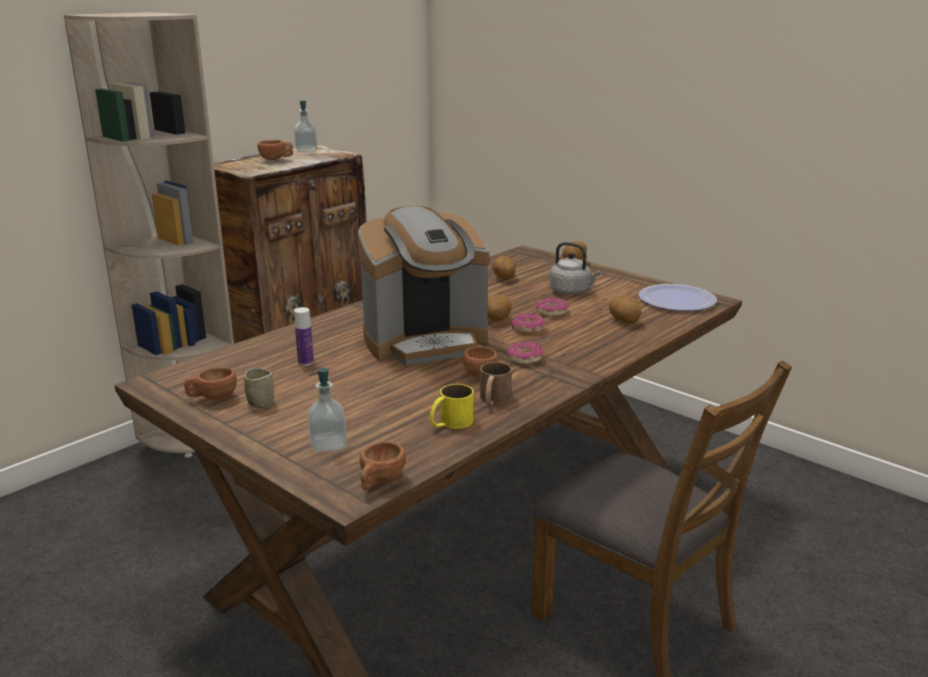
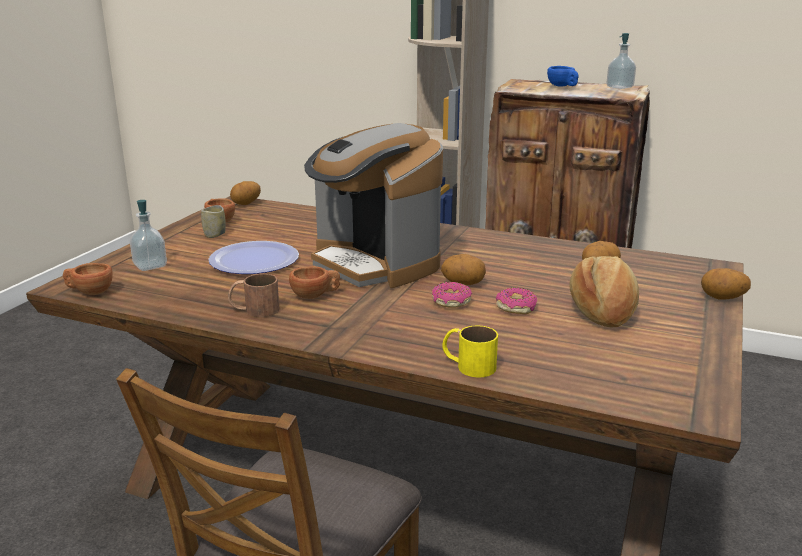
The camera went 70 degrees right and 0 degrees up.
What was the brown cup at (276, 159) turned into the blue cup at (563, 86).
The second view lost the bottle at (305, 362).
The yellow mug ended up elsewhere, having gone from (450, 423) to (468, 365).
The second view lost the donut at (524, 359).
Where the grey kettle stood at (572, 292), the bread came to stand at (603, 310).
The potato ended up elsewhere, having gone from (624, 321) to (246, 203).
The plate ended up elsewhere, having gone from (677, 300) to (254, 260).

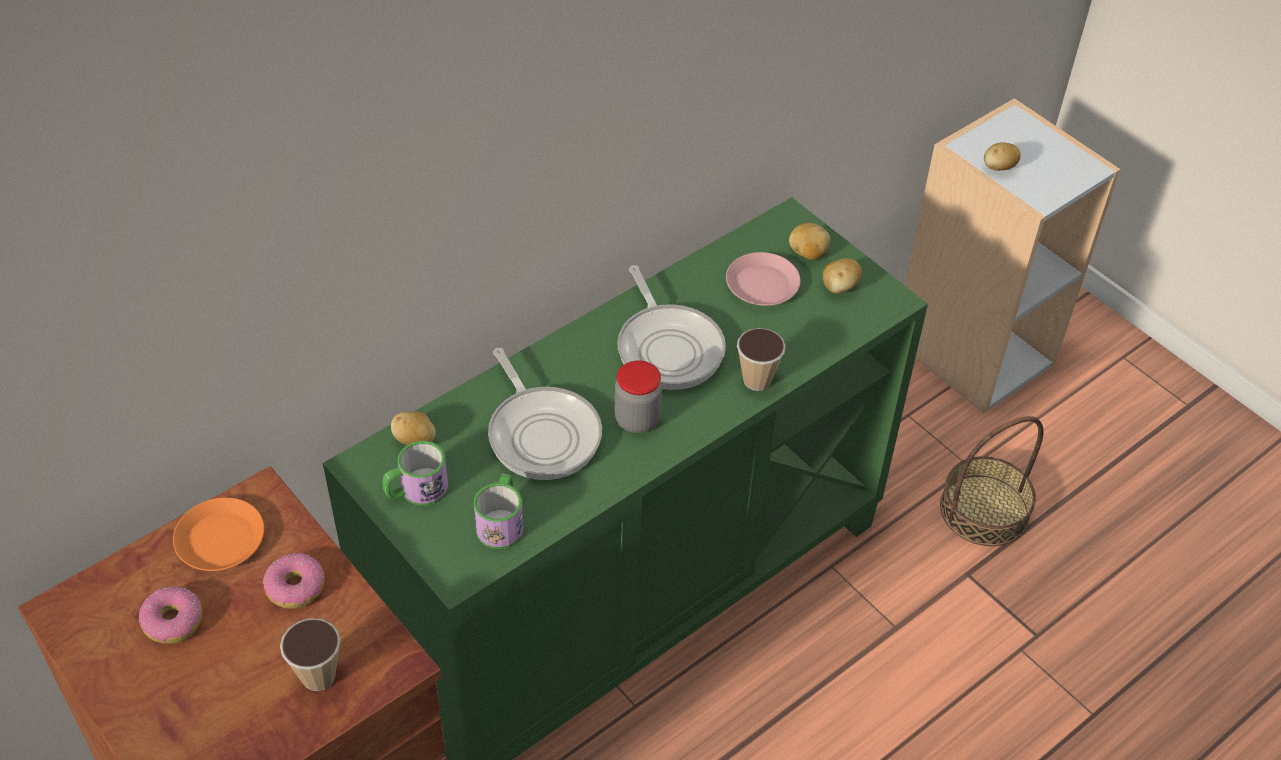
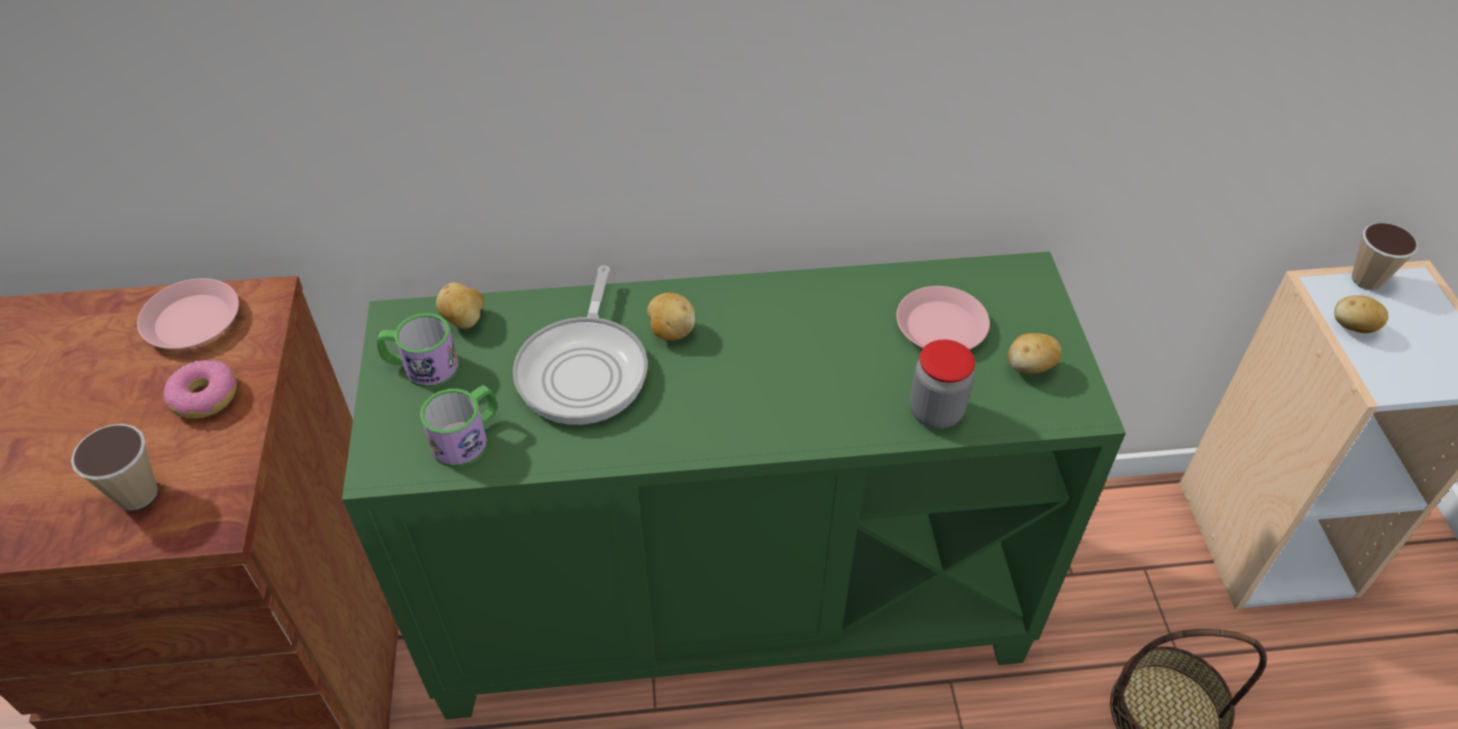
The camera went 35 degrees right and 0 degrees up.
The second view lost the donut at (172, 621).
What was the orange plate at (220, 540) turned into the pink plate at (192, 321).
The jar ended up elsewhere, having gone from (637, 419) to (936, 412).
The second view lost the frying pan at (668, 347).
The cup ended up elsewhere, having gone from (757, 380) to (1366, 280).
The potato ended up elsewhere, having gone from (807, 253) to (671, 331).

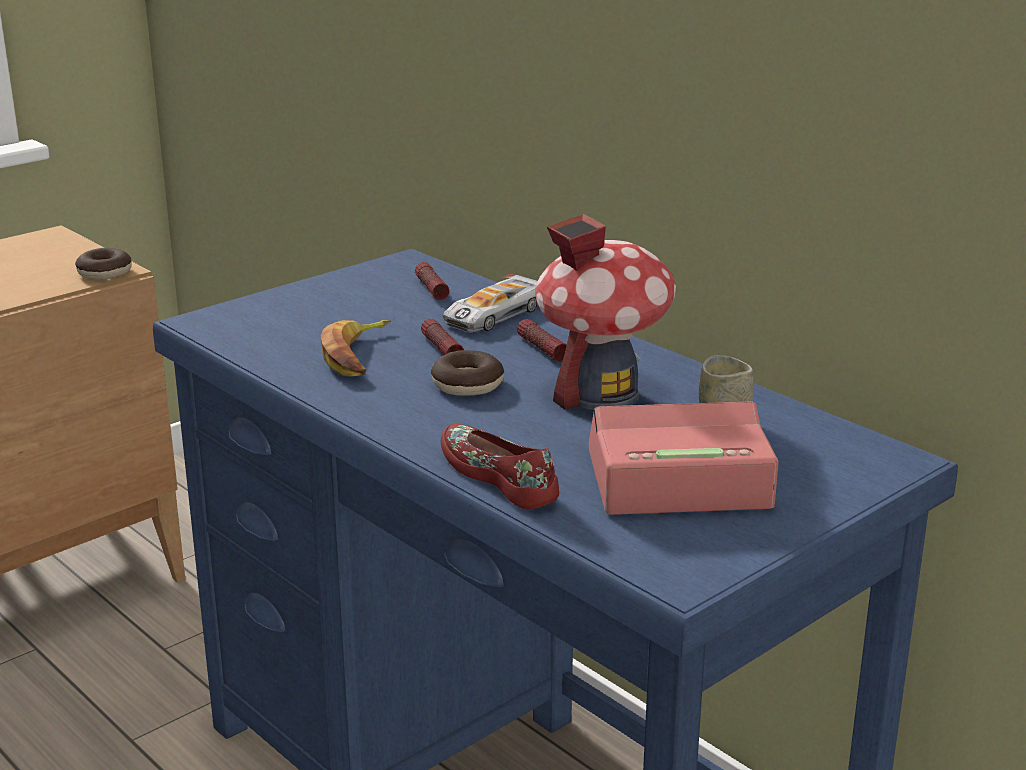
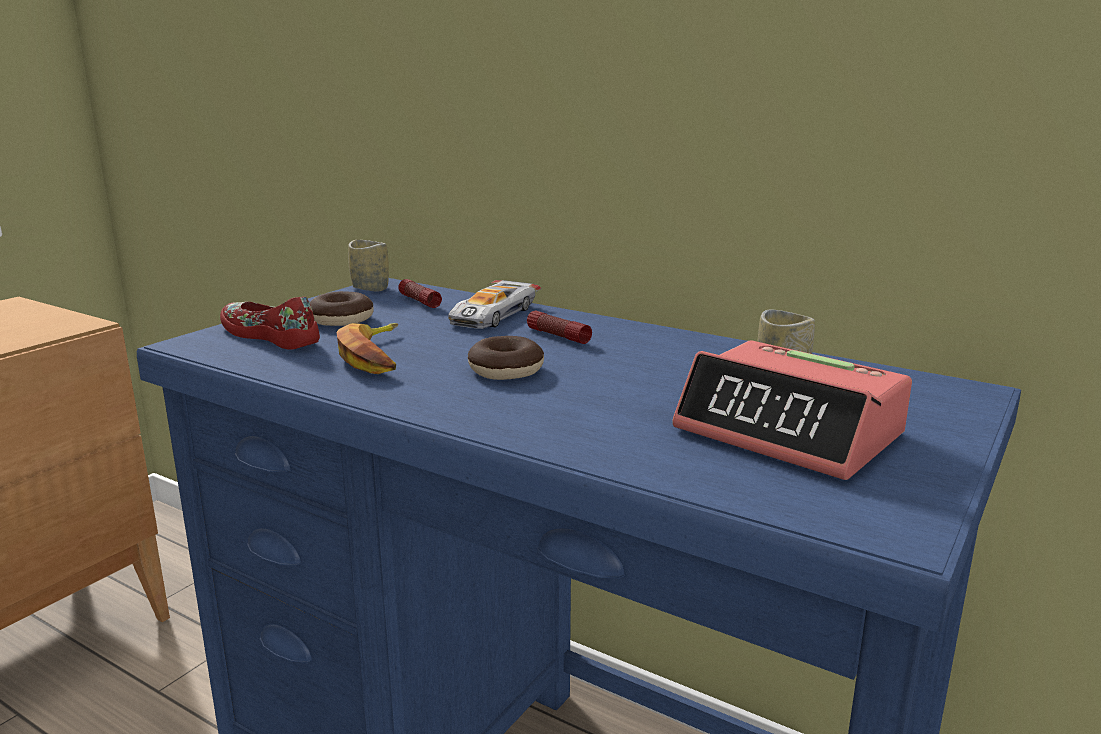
The camera went 15 degrees left and 5 degrees down.
The donut ended up elsewhere, having gone from (104, 273) to (341, 319).
The second view lost the flashlight at (441, 349).
The red shoe ended up elsewhere, having gone from (499, 477) to (271, 336).
The second view lost the toy house at (602, 394).
The alarm clock at (677, 481) ended up facing another way, 120 degrees counterclockwise from before.
The second view gained the cup at (370, 288).

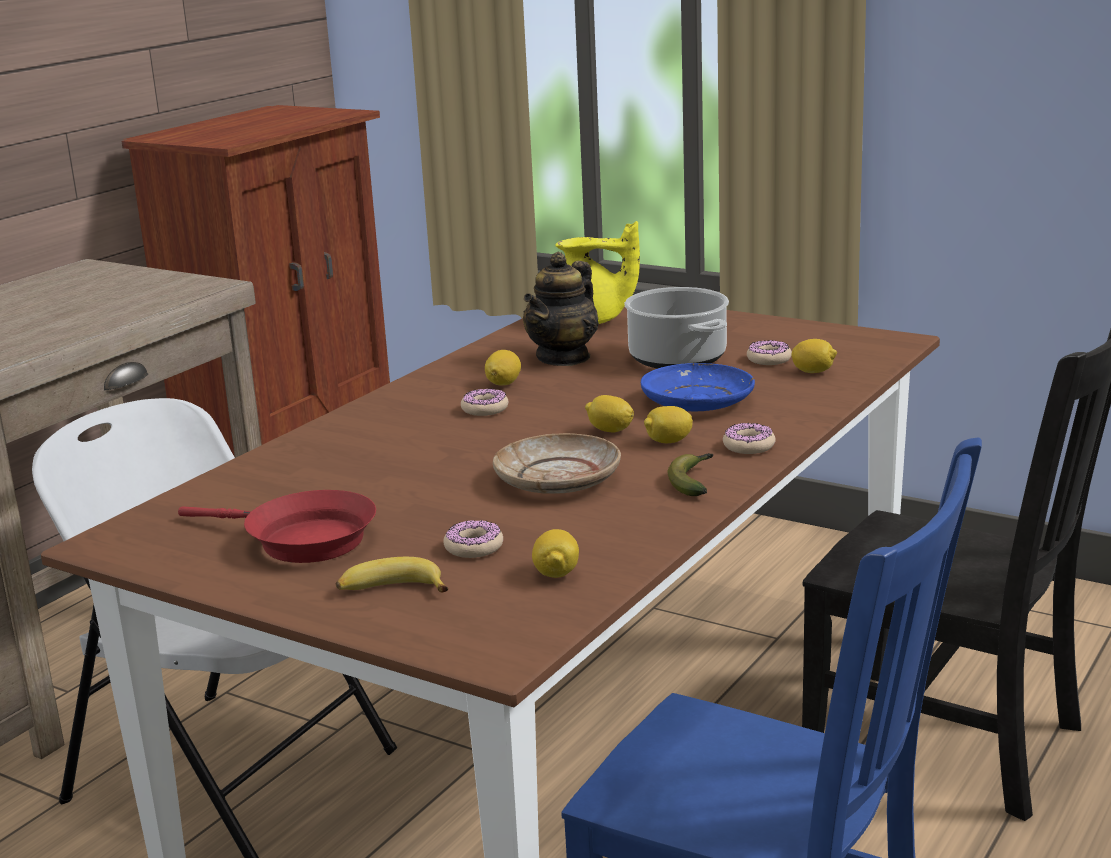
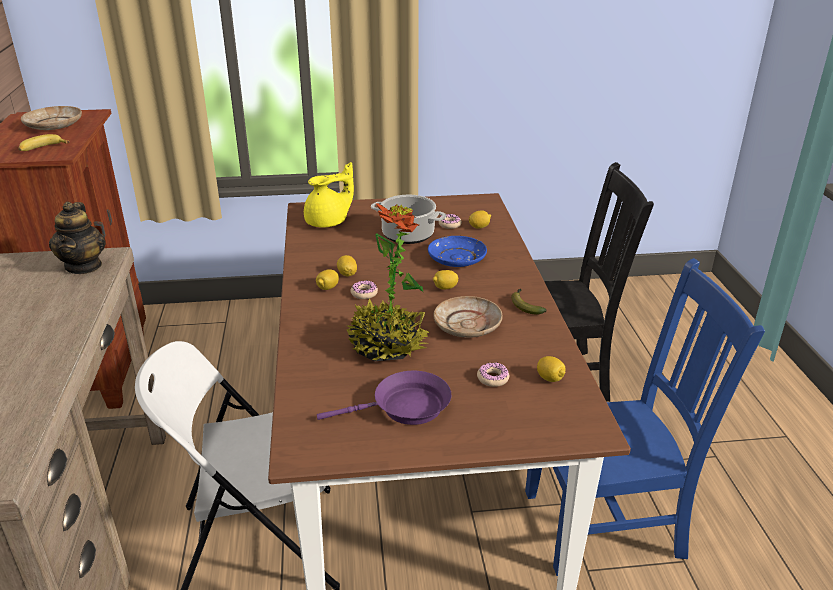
The camera went 40 degrees left and 10 degrees up.
What was the red frying pan at (301, 540) turned into the purple frying pan at (405, 408).
The banana ended up elsewhere, having gone from (391, 590) to (42, 148).
The teapot ended up elsewhere, having gone from (564, 357) to (84, 266).
The lemon ended up elsewhere, having gone from (668, 442) to (327, 288).
The second view lost the donut at (749, 446).
The second view gained the beige plate at (53, 125).
The second view gained the potted plant at (387, 346).

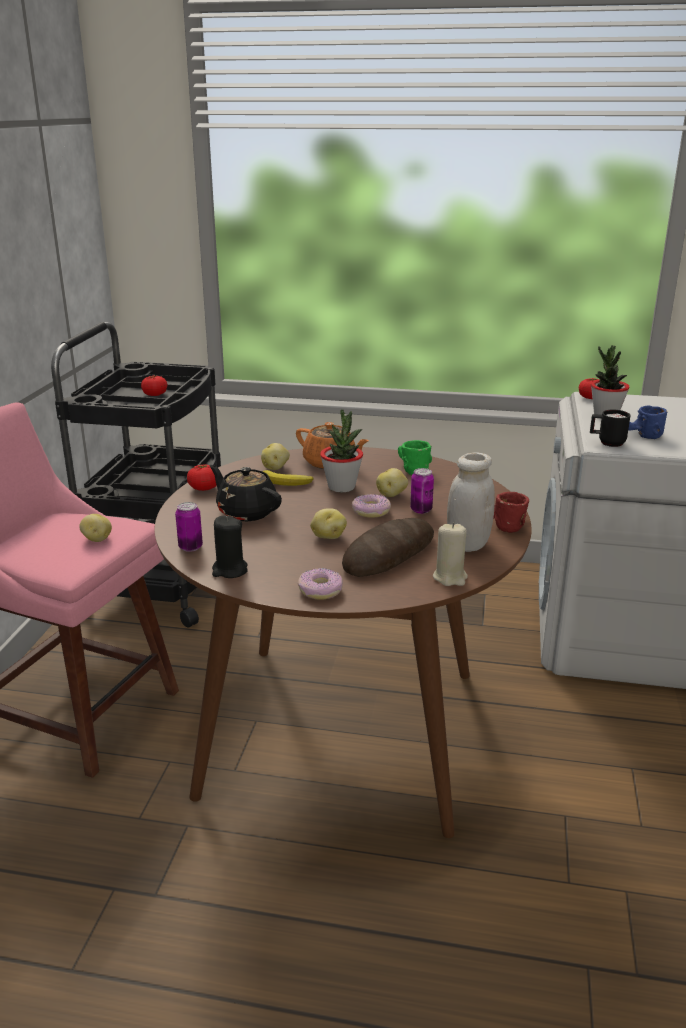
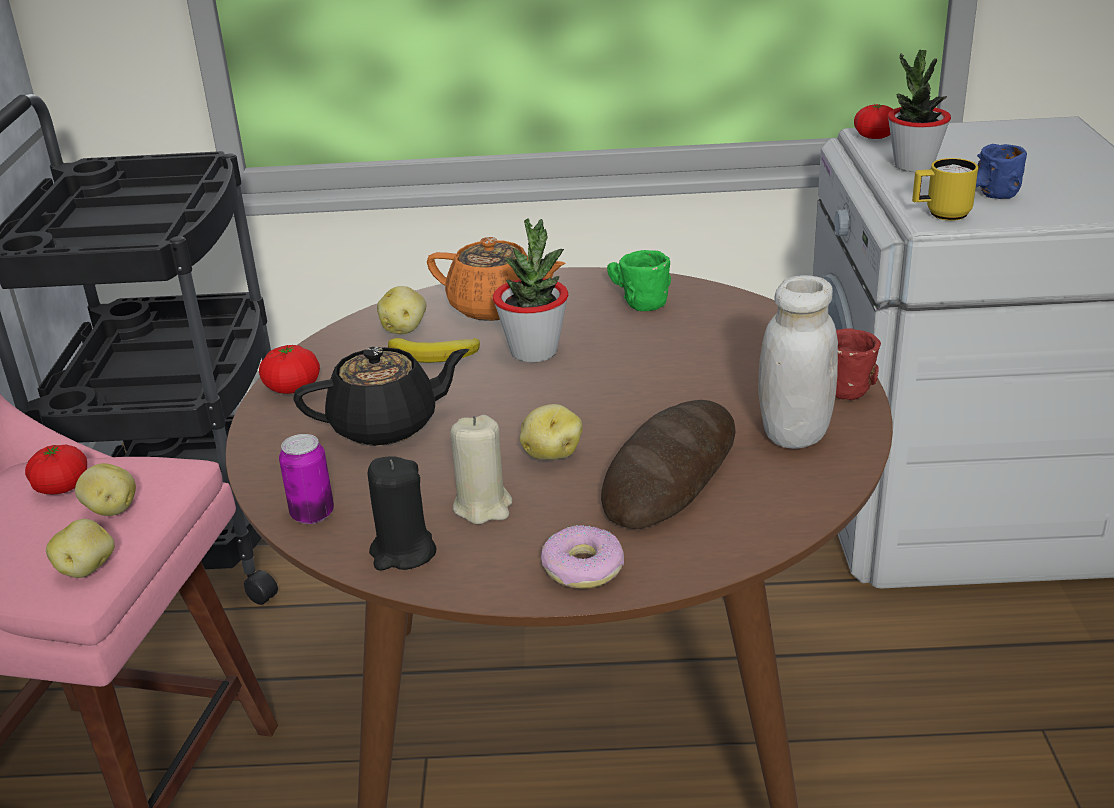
The camera went 10 degrees left and 5 degrees up.
The tomato ended up elsewhere, having gone from (155, 395) to (62, 487).
The black teapot at (246, 512) ended up facing another way, 135 degrees clockwise from before.
The second view lost the donut at (371, 511).
The potato ended up elsewhere, having gone from (392, 494) to (87, 569).
The second view lost the can at (421, 510).
The beige candle ended up elsewhere, having gone from (450, 577) to (483, 506).
What was the black mug at (607, 443) turned into the yellow mug at (941, 214).

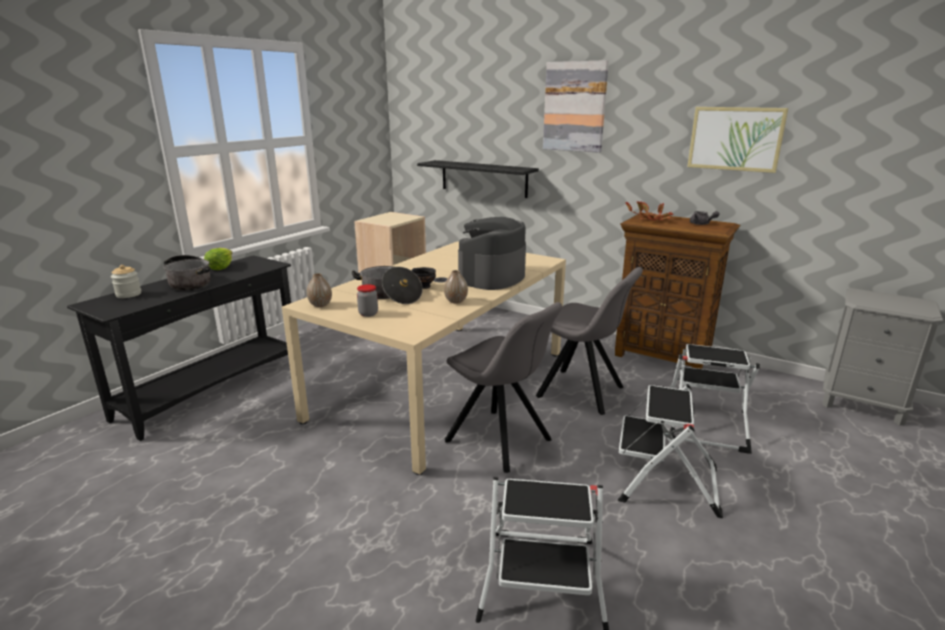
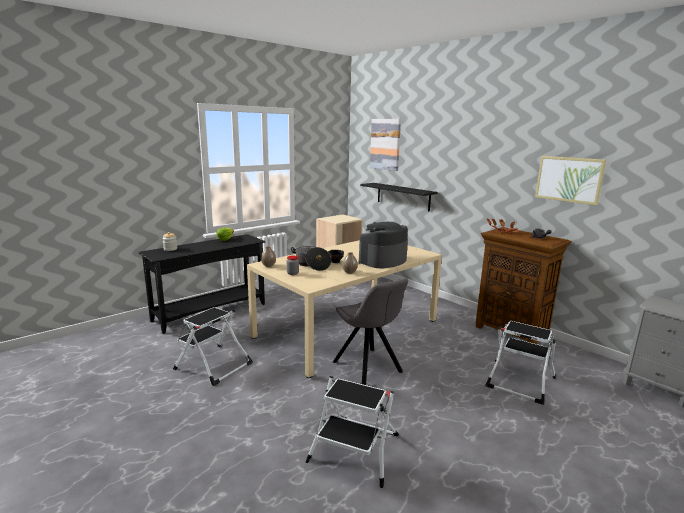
The camera went 15 degrees right and 5 degrees down.
The second view lost the cooking pot at (190, 282).
The second view lost the grey chair at (581, 392).
The picture ended up elsewhere, having gone from (575, 107) to (385, 144).
The step ladder ended up elsewhere, having gone from (666, 479) to (213, 364).

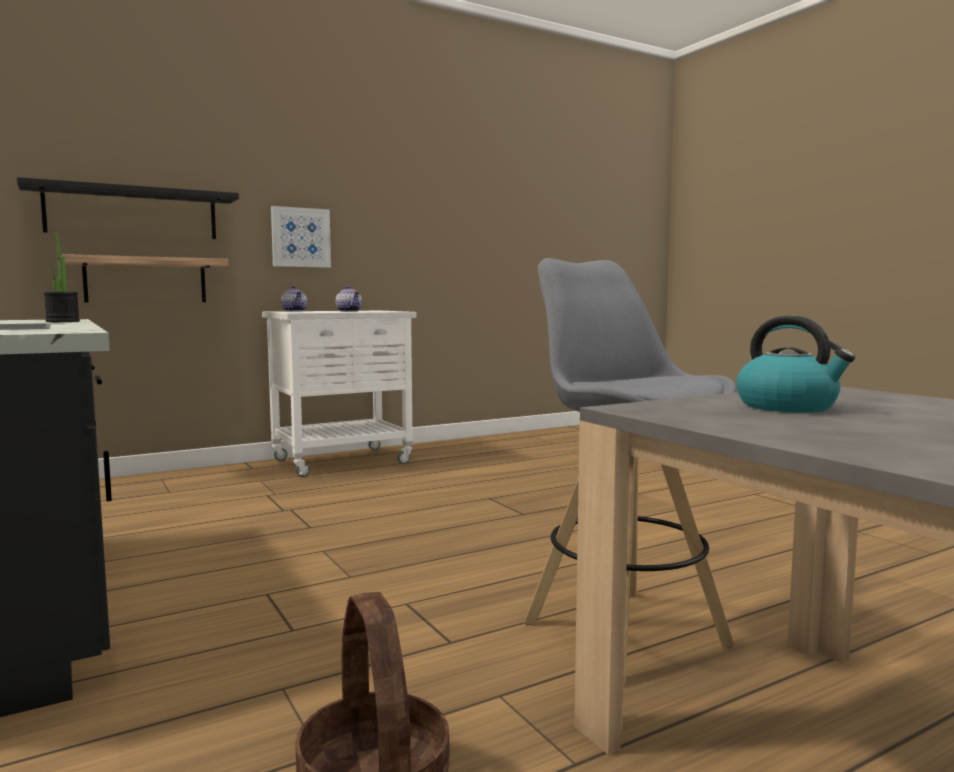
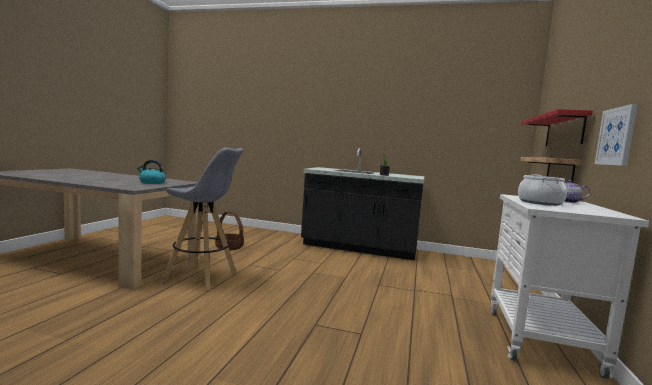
The camera went 135 degrees right and 0 degrees up.
What was the black shelf at (132, 213) turned into the red shelf at (564, 131).
Where the teapot stood at (349, 311), the cooking pot came to stand at (540, 203).

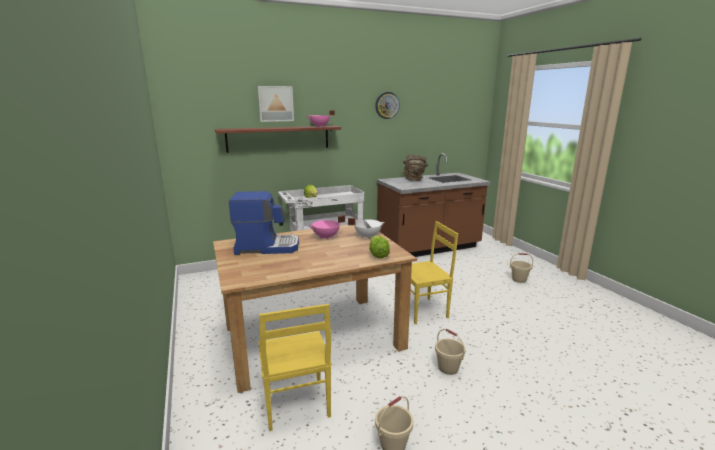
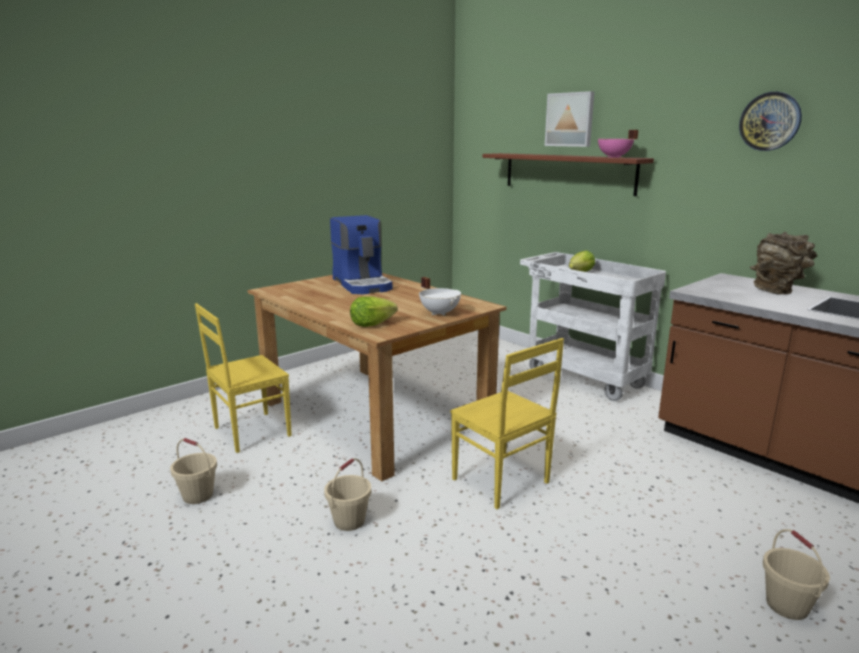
The camera went 70 degrees right and 0 degrees up.
The second view lost the pink cooking pot at (326, 237).

